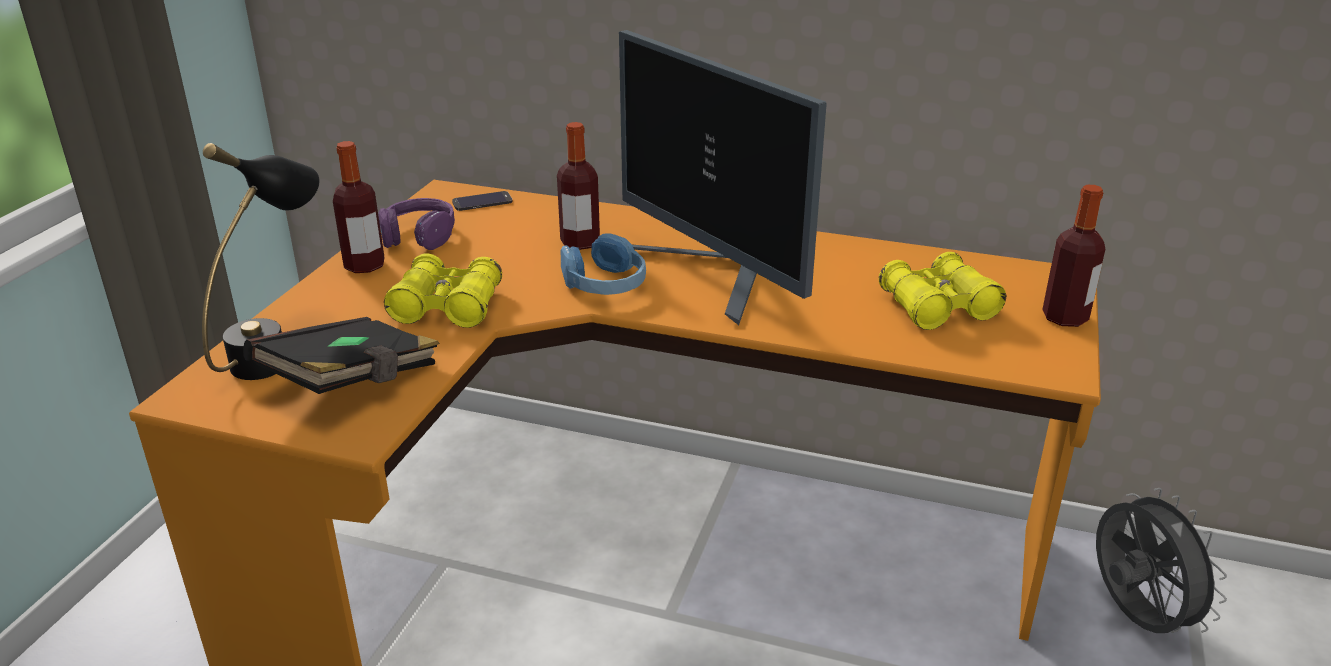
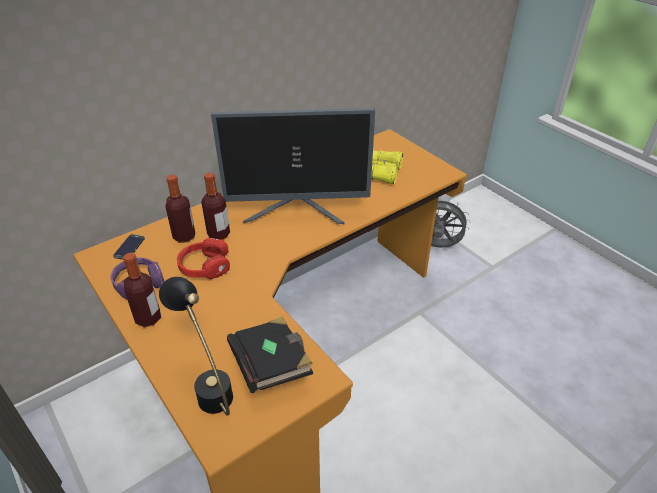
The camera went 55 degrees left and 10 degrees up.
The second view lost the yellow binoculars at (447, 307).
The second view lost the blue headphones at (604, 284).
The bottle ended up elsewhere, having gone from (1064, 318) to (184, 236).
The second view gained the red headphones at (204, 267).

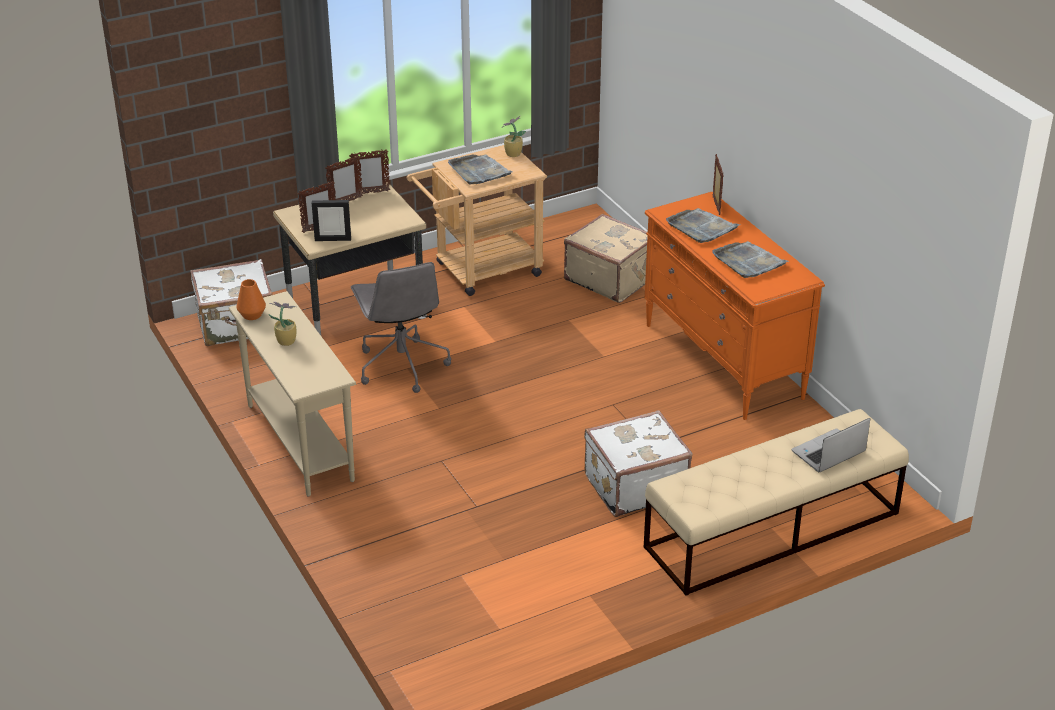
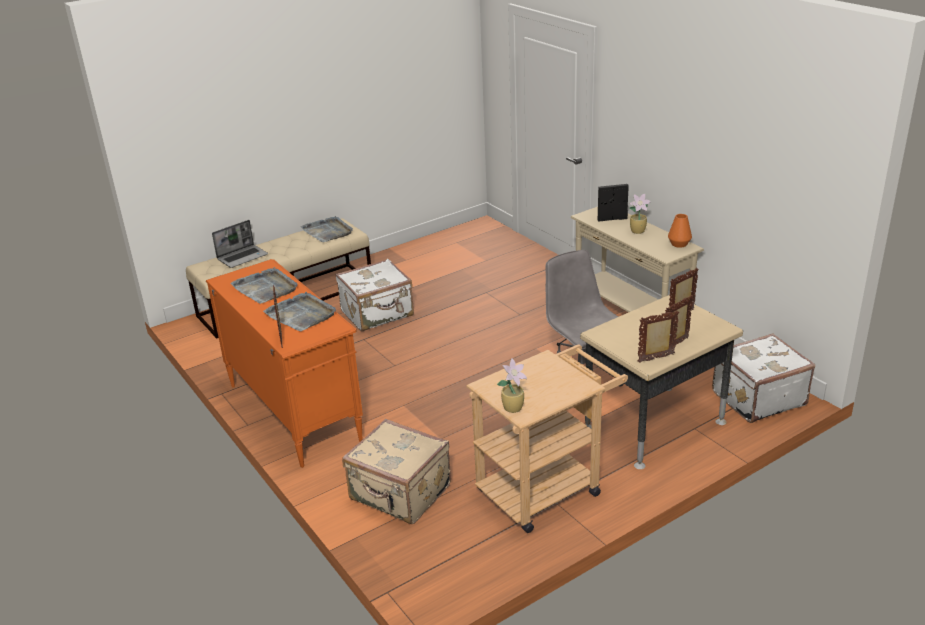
The camera went 175 degrees right and 5 degrees down.
The picture frame ended up elsewhere, having gone from (333, 239) to (612, 219).
The grey tray ended up elsewhere, having gone from (479, 171) to (328, 231).

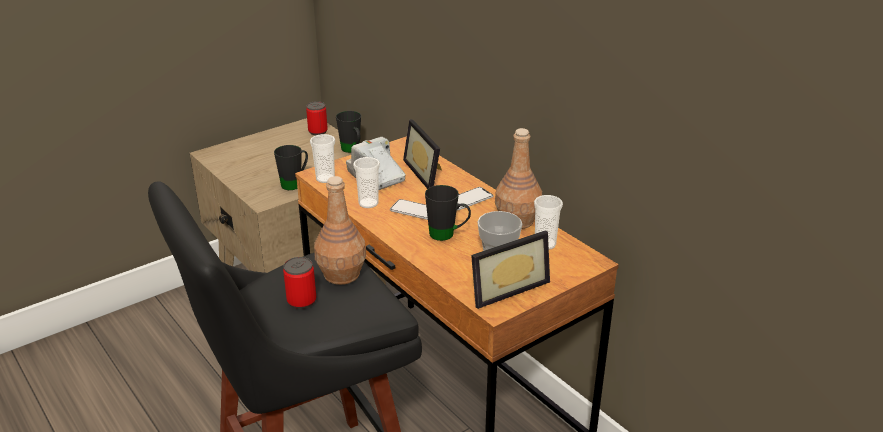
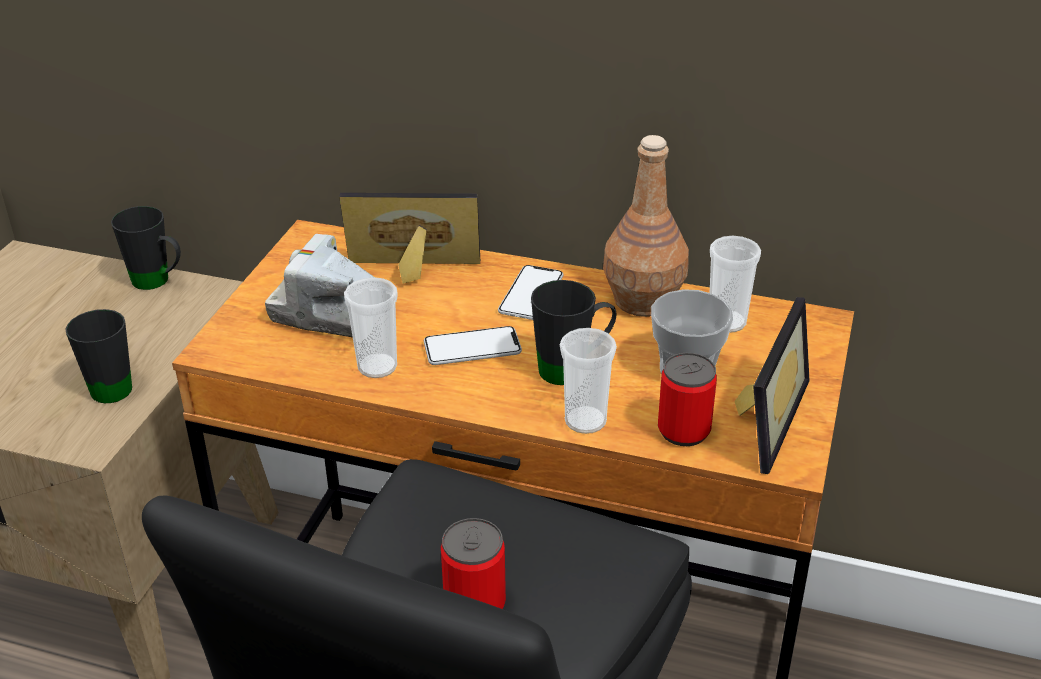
The camera went 35 degrees left and 5 degrees up.
The can ended up elsewhere, having gone from (318, 131) to (683, 431).
The cup ended up elsewhere, having gone from (325, 178) to (585, 421).
The second view lost the brown bottle at (341, 274).
The picture frame at (428, 173) ended up facing another way, 150 degrees clockwise from before.

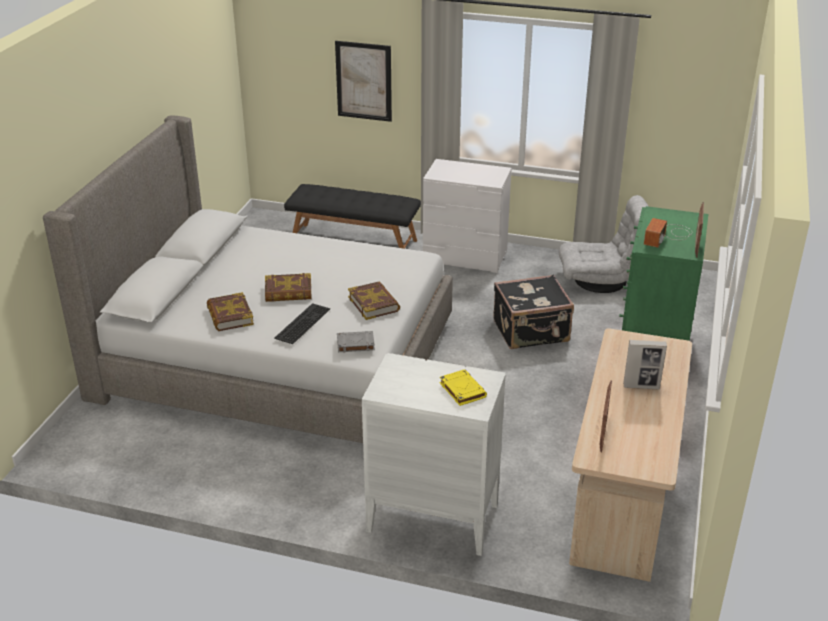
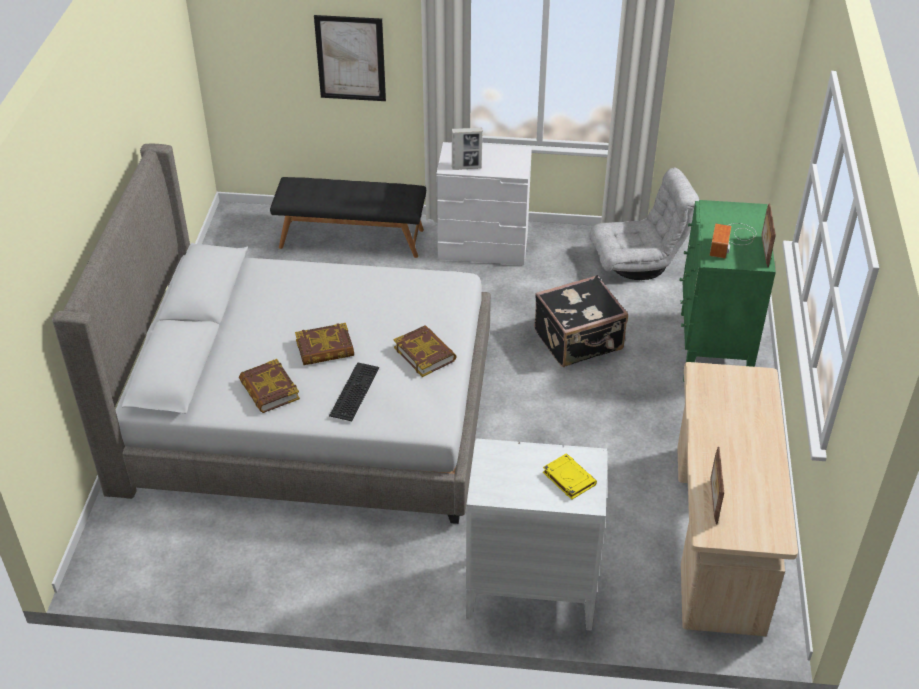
The camera went 10 degrees left and 10 degrees up.
The second view lost the grey book at (355, 344).
The picture frame ended up elsewhere, having gone from (641, 386) to (466, 167).

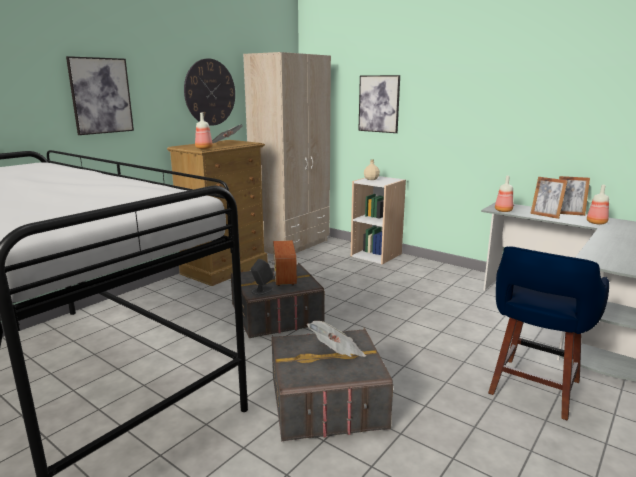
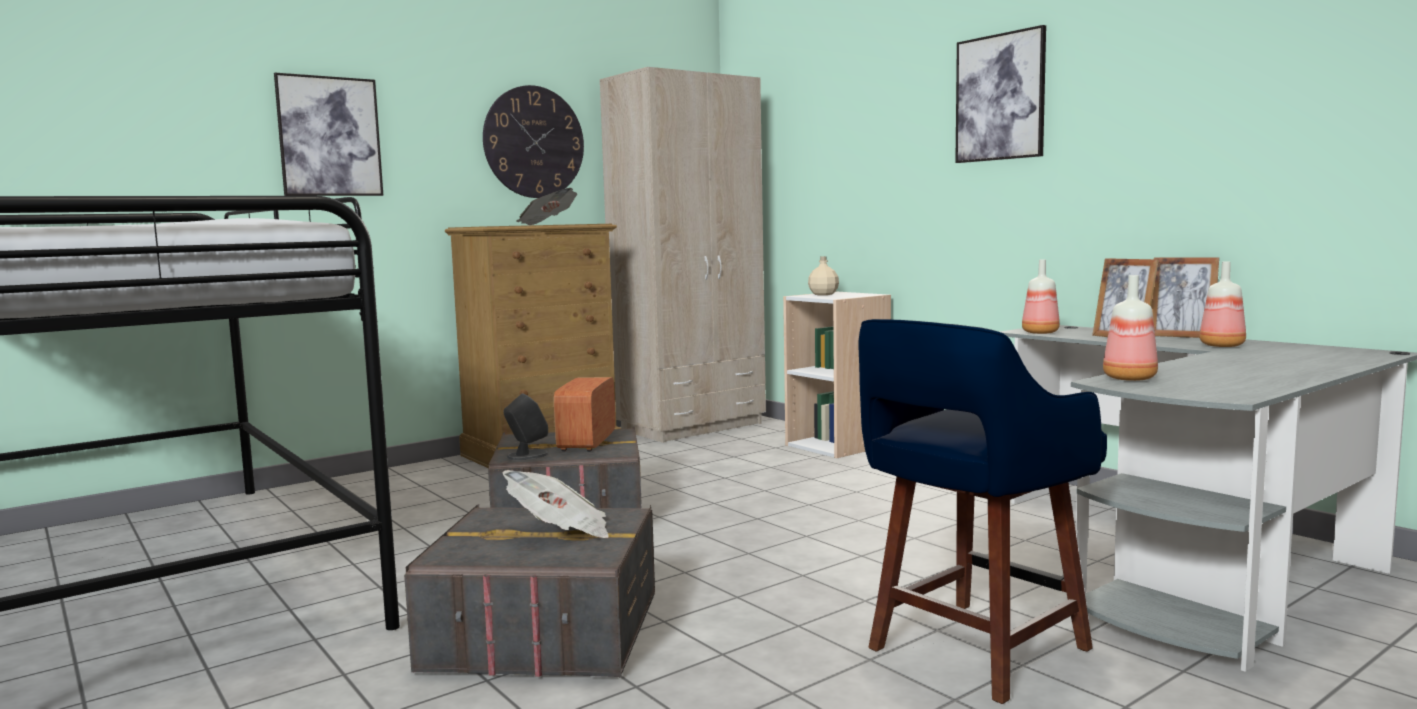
The camera went 15 degrees right and 10 degrees down.
The bottle ended up elsewhere, having gone from (204, 148) to (1130, 378).
The picture ended up elsewhere, having gone from (379, 104) to (1000, 97).

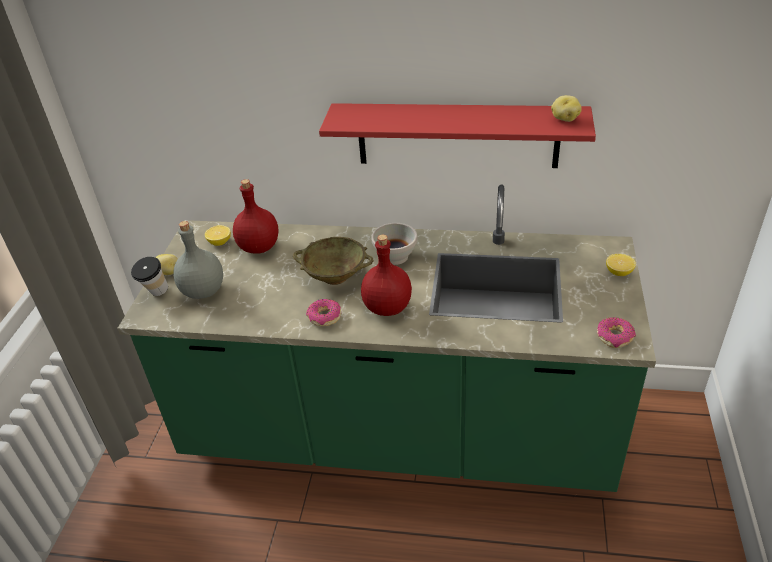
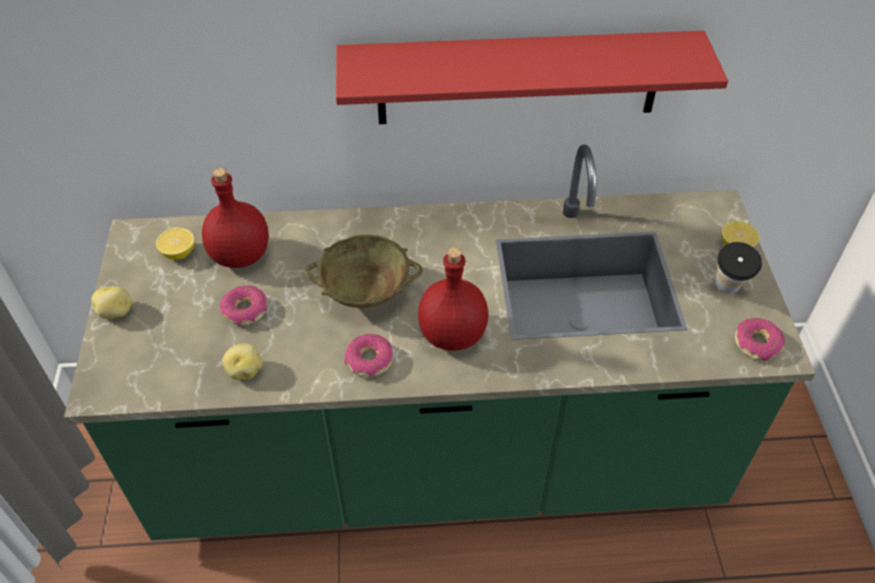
The camera went 15 degrees left and 10 degrees up.
The cup ended up elsewhere, having gone from (155, 294) to (727, 291).
The second view lost the grey bottle at (202, 291).
The second view lost the white bowl at (396, 257).
The potato ended up elsewhere, having gone from (564, 119) to (245, 370).
The second view gained the donut at (245, 311).

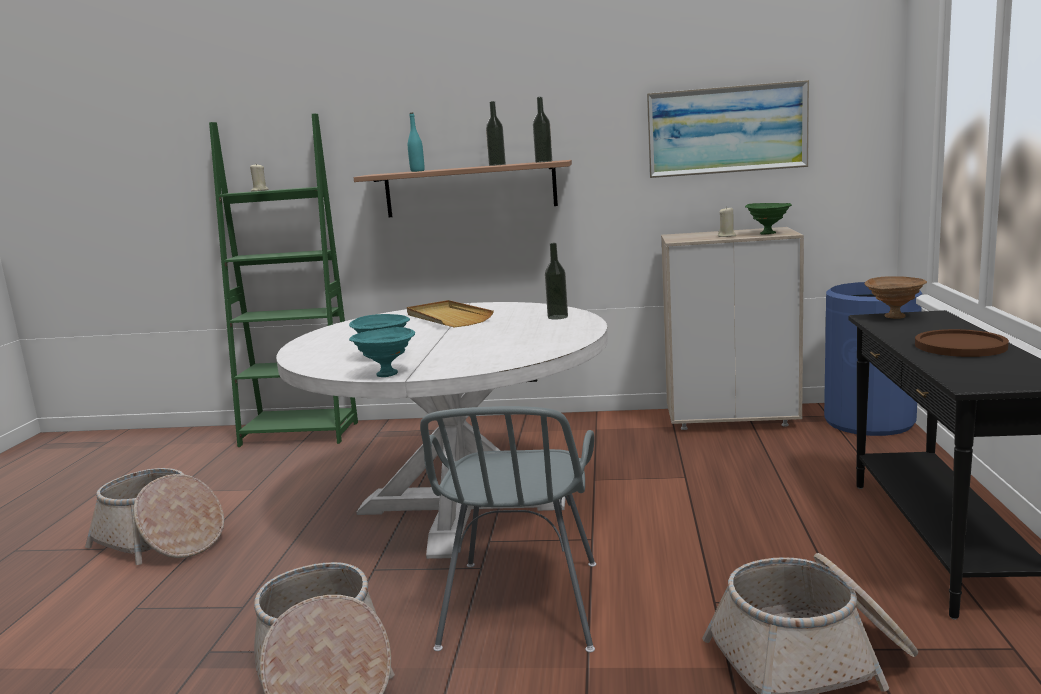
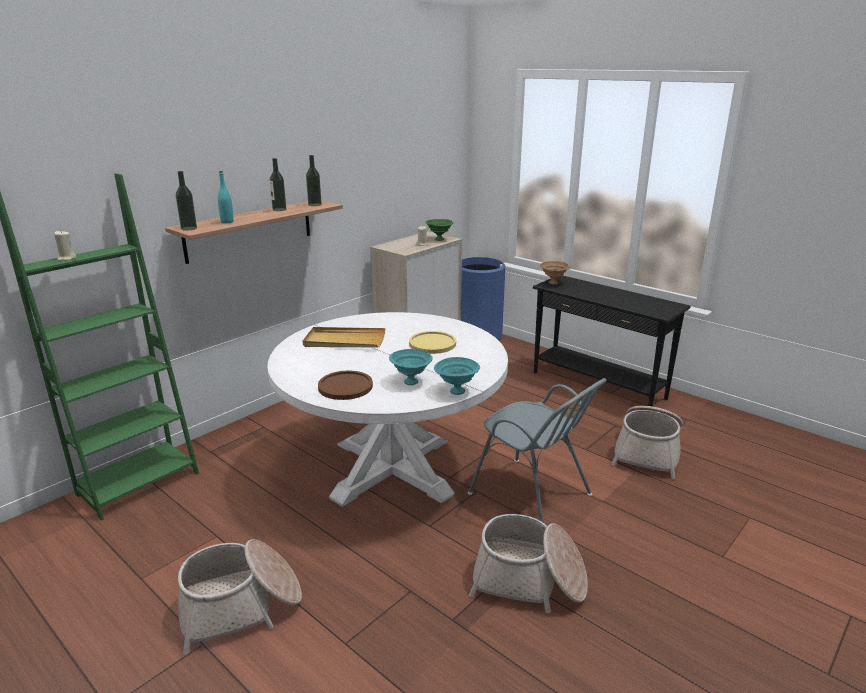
The camera went 55 degrees left and 10 degrees up.
The bottle ended up elsewhere, having gone from (557, 317) to (189, 228).
The second view lost the picture at (726, 130).
The brown plate ended up elsewhere, having gone from (960, 346) to (345, 386).
The second view gained the yellow plate at (432, 343).

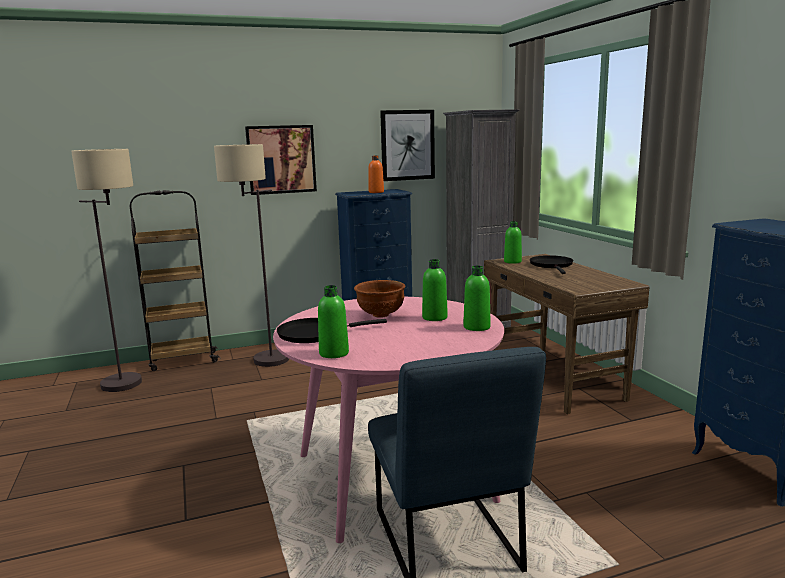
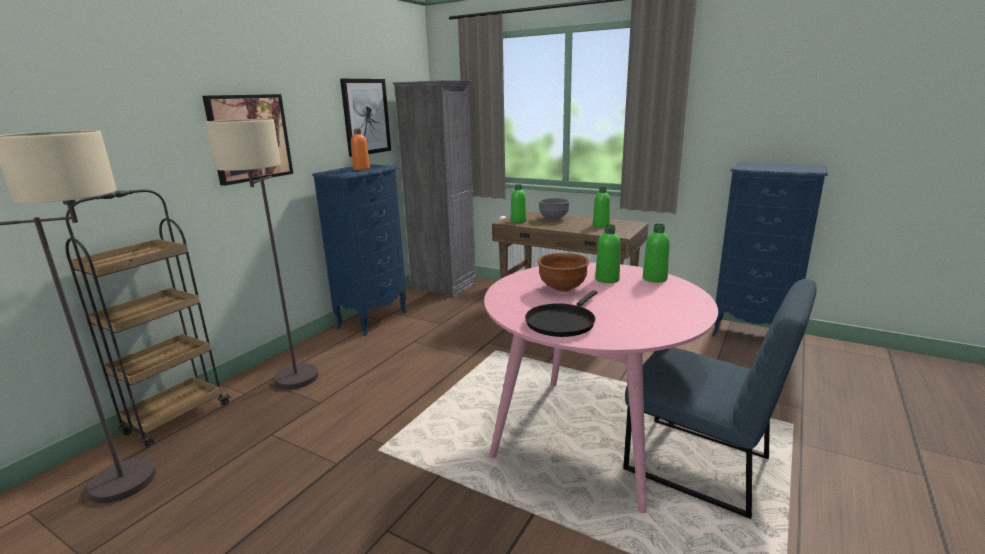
The camera went 40 degrees left and 5 degrees up.
The green bottle ended up elsewhere, having gone from (334, 353) to (601, 225).
Where the black frying pan stood at (552, 265), the grey bowl came to stand at (553, 219).

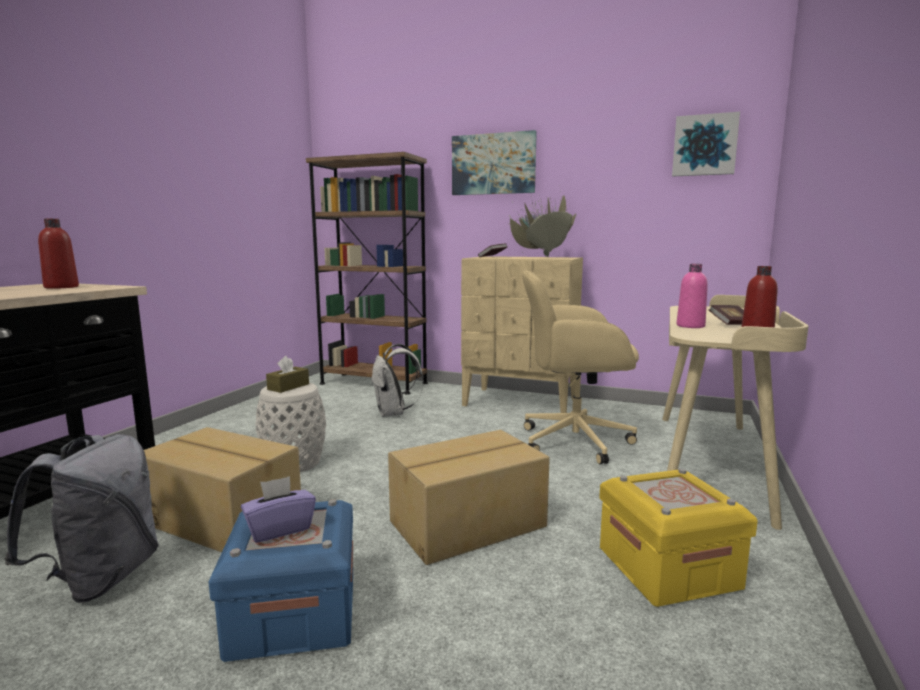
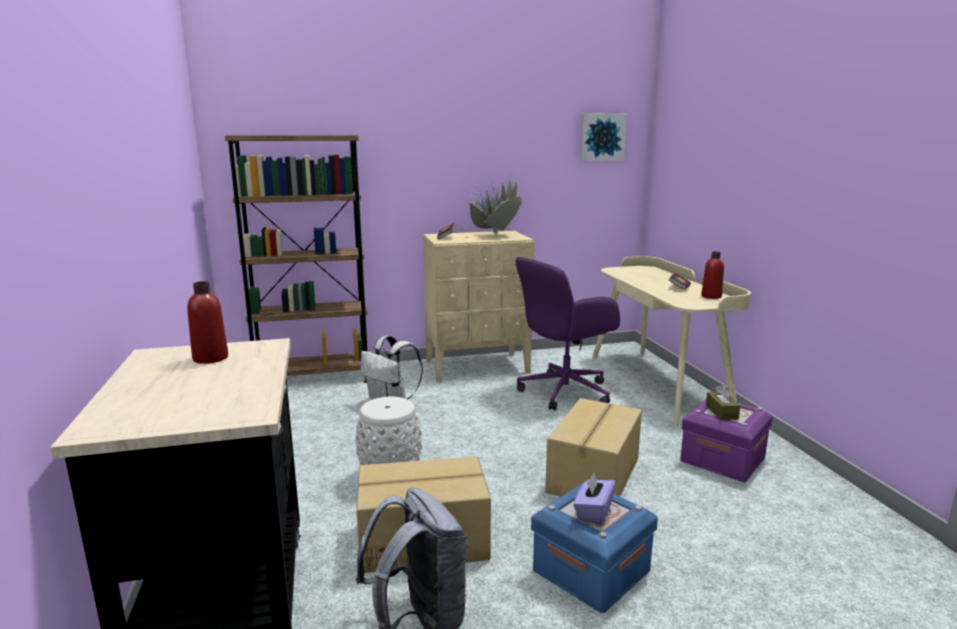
The camera went 35 degrees left and 5 degrees up.
The brown tissue box ended up elsewhere, having gone from (288, 387) to (721, 412).
The second view lost the picture at (493, 164).
What was the beige office chair at (573, 441) turned into the purple office chair at (564, 392).
What was the yellow storage box at (668, 568) turned into the purple storage box at (722, 459).
The second view lost the pink bottle at (690, 326).

